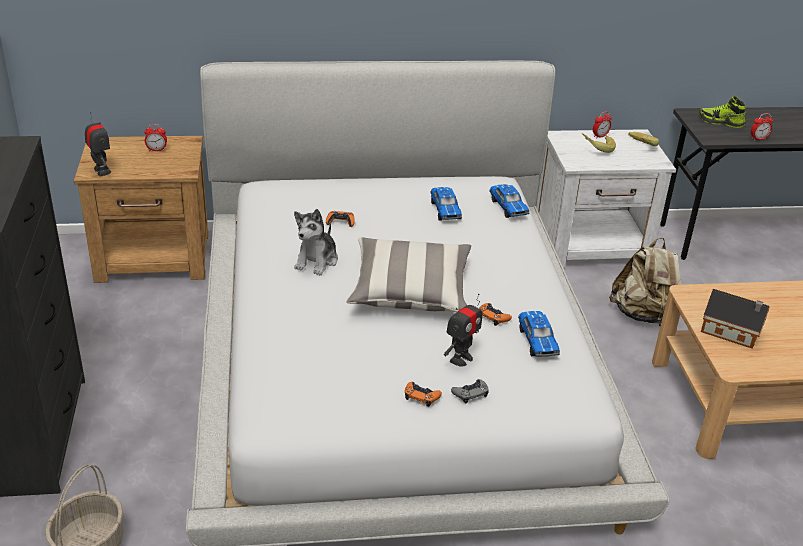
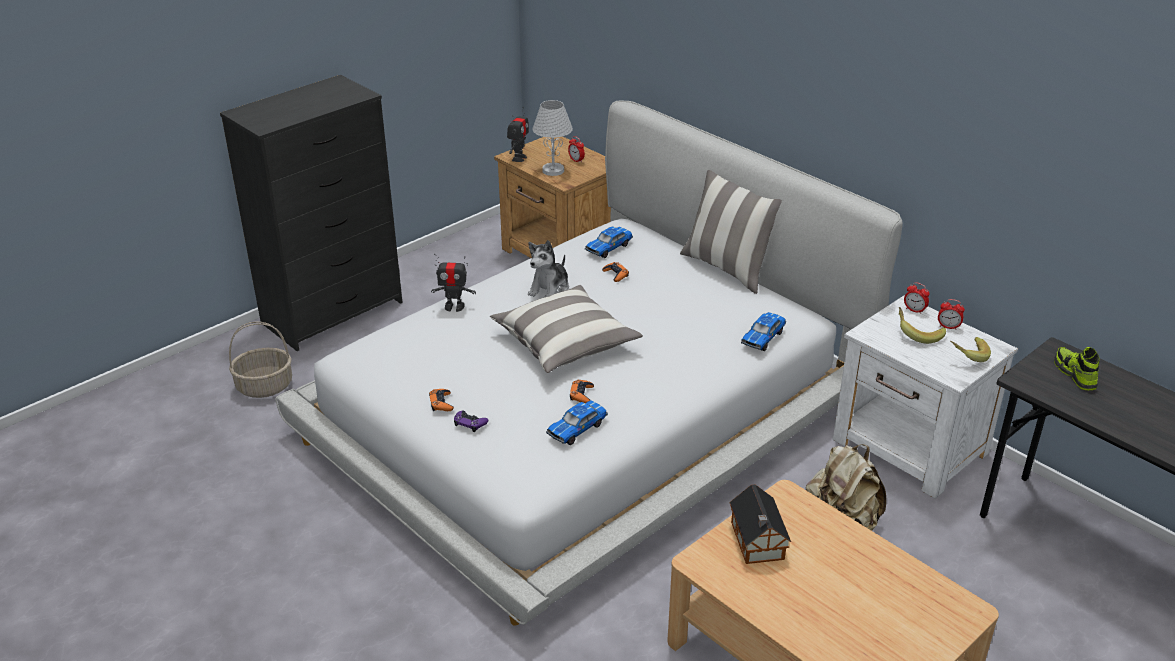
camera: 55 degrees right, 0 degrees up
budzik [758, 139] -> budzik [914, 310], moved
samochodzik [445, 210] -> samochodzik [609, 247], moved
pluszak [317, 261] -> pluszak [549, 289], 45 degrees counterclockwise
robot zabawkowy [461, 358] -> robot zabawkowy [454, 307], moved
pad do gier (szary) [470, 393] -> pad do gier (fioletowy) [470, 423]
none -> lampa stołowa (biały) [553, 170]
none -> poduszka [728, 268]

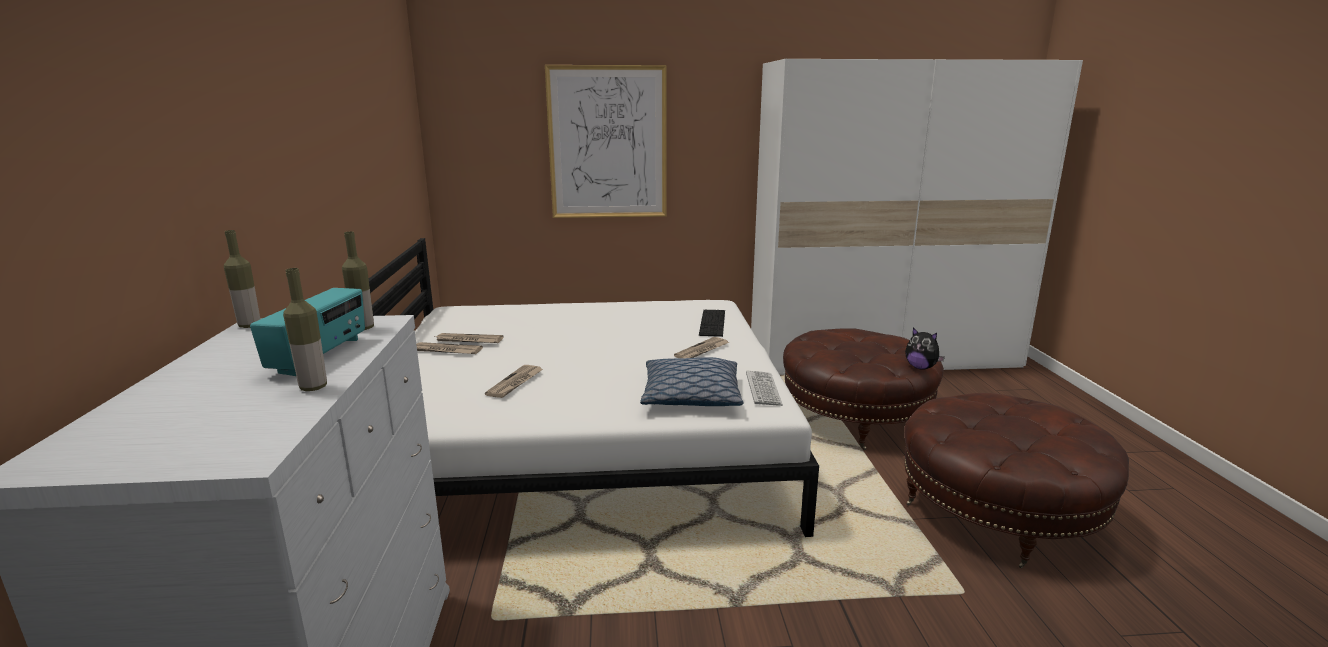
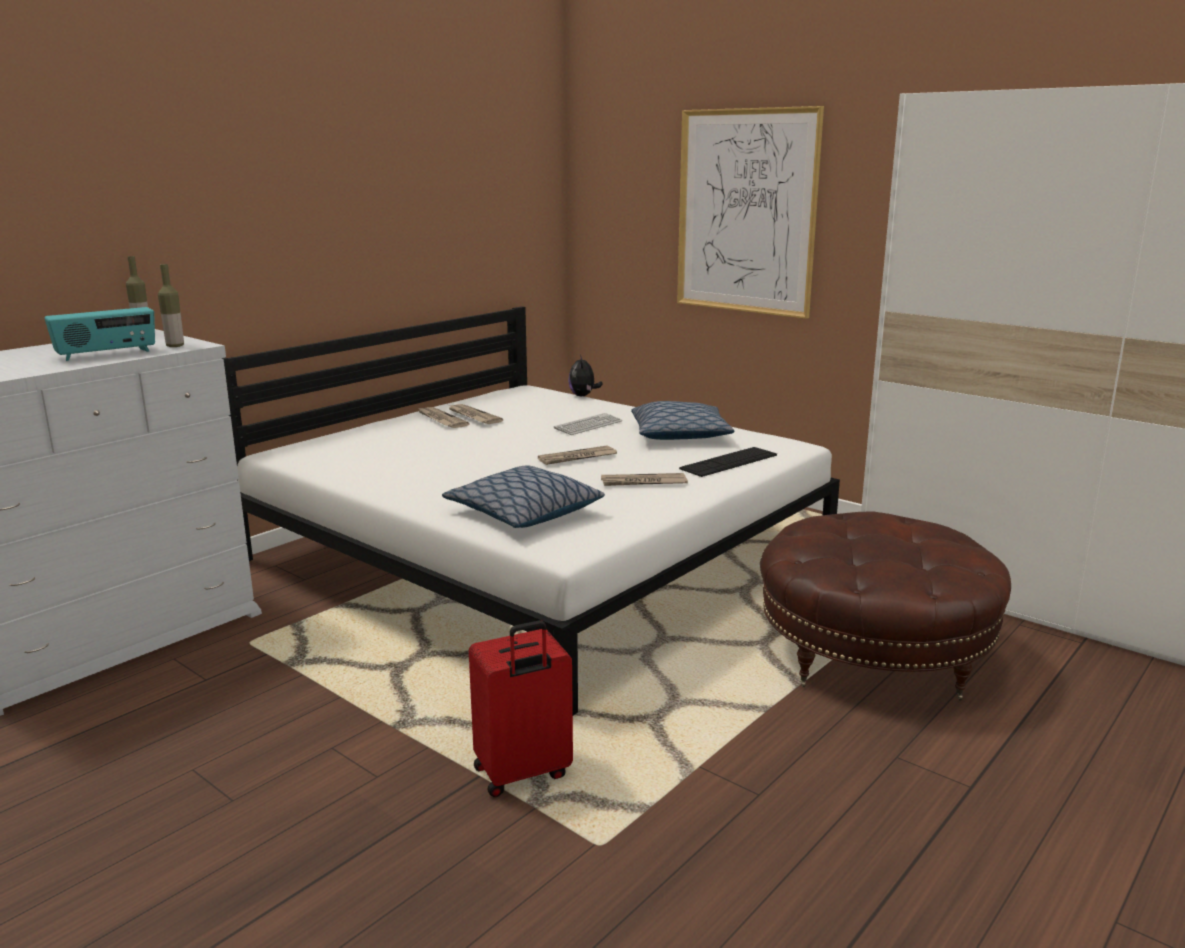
camera: 45 degrees right, 0 degrees up
butelka [313, 387] -> none
pluszak [921, 367] -> pluszak [583, 396], moved
gazeta [515, 383] -> gazeta [577, 458], moved
klawiatura [763, 389] -> klawiatura [588, 425], moved
pufa (brązowy) [997, 512] -> none
none -> poduszka [680, 435]
none -> walizka (czerwony) [522, 774]

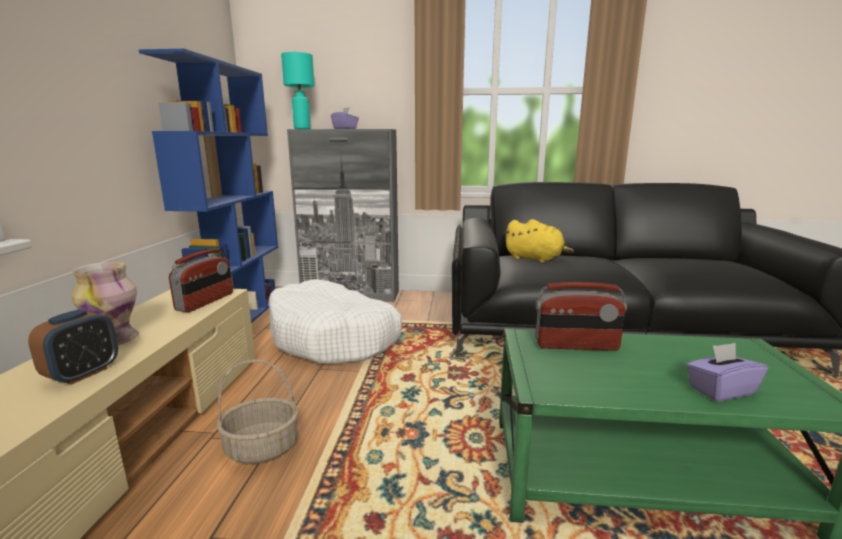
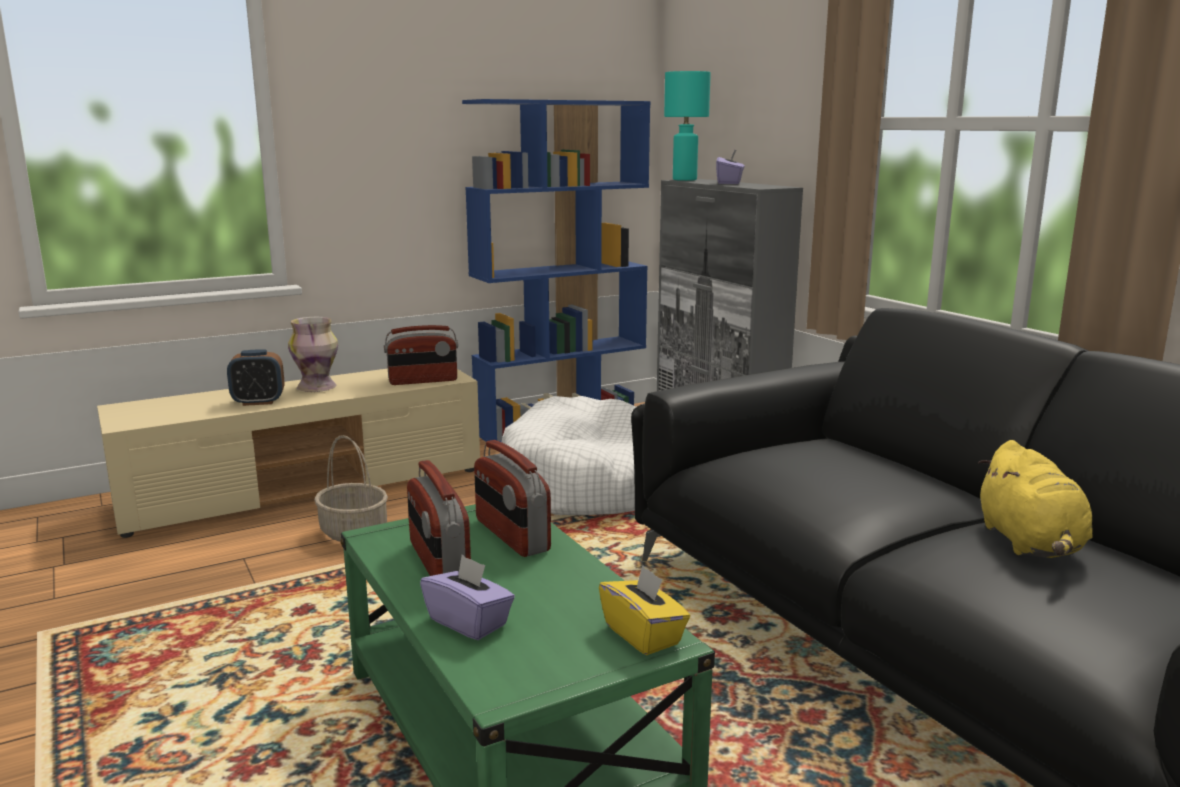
camera: 55 degrees right, 0 degrees up
pluszak (żółty) [535, 259] -> pluszak (żółty) [1030, 544], moved
none -> radio [438, 563]
none -> pudełko chusteczek (żółty) [643, 634]

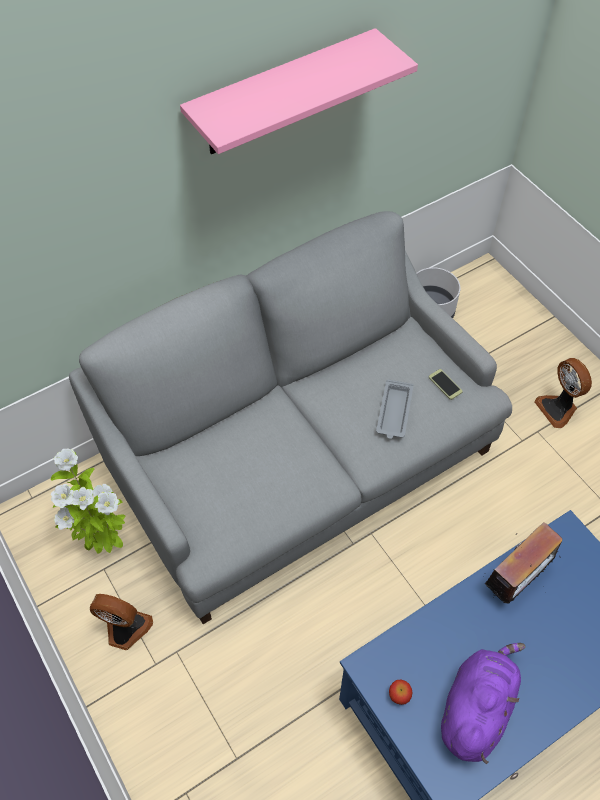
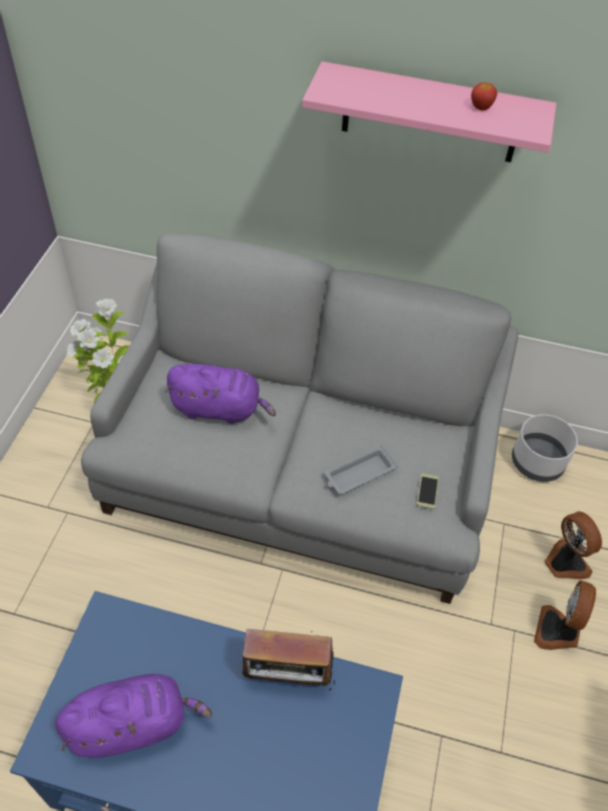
camera: 45 degrees right, 5 degrees down
wentylator [125, 629] -> wentylator [564, 563], moved
jabłko [399, 695] -> jabłko [481, 107], moved
none -> pluszak (fioletowy) [219, 409]

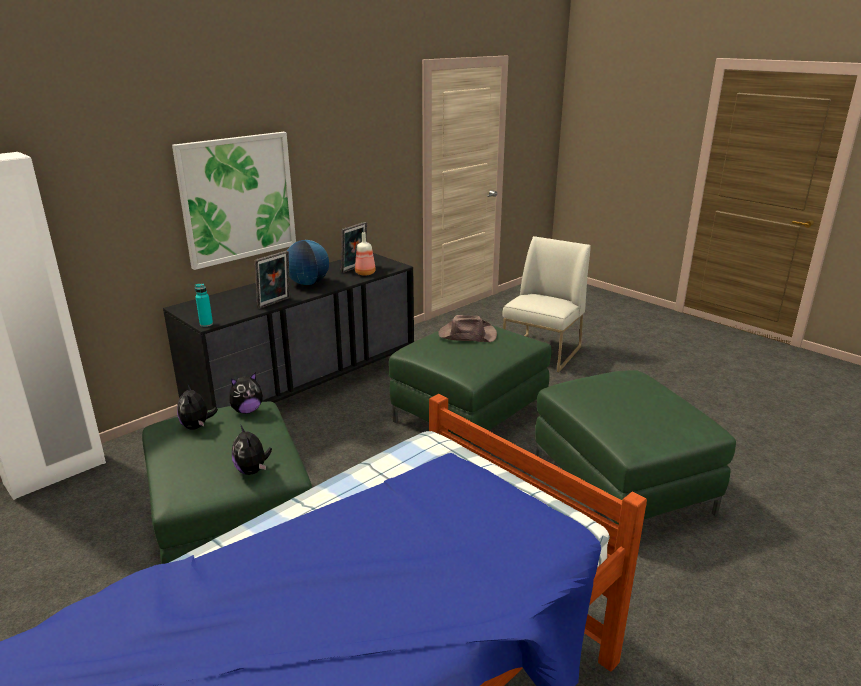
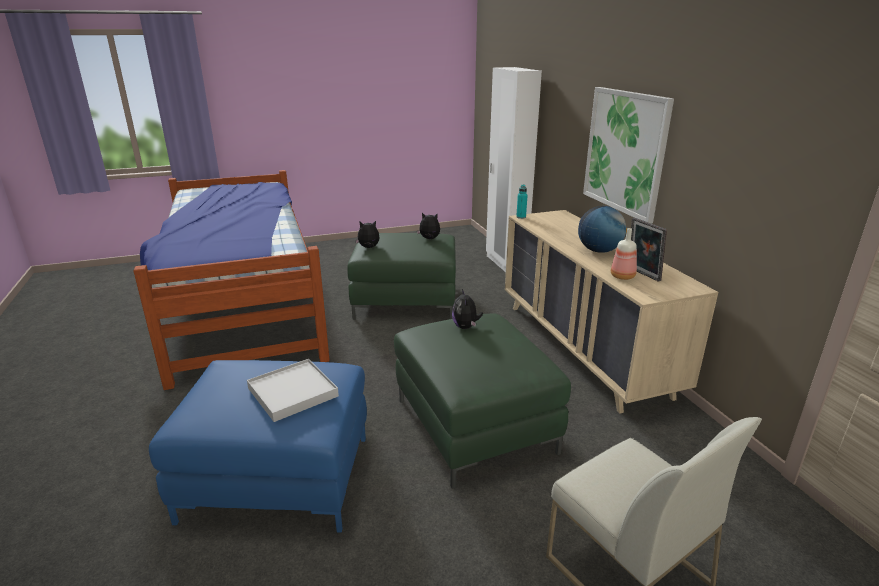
camera: 115 degrees right, 0 degrees up
ramka na zdjęcie [275, 303] -> none
komoda (czarny) [307, 387] -> komoda (beżowy) [583, 348]
kapelusz (brązowy) [466, 335] -> none
pufa (zielony) [621, 486] -> pufa (niebieski) [278, 478]
pluszak [247, 410] -> pluszak [466, 327], moved
none -> taca (biały) [292, 392]

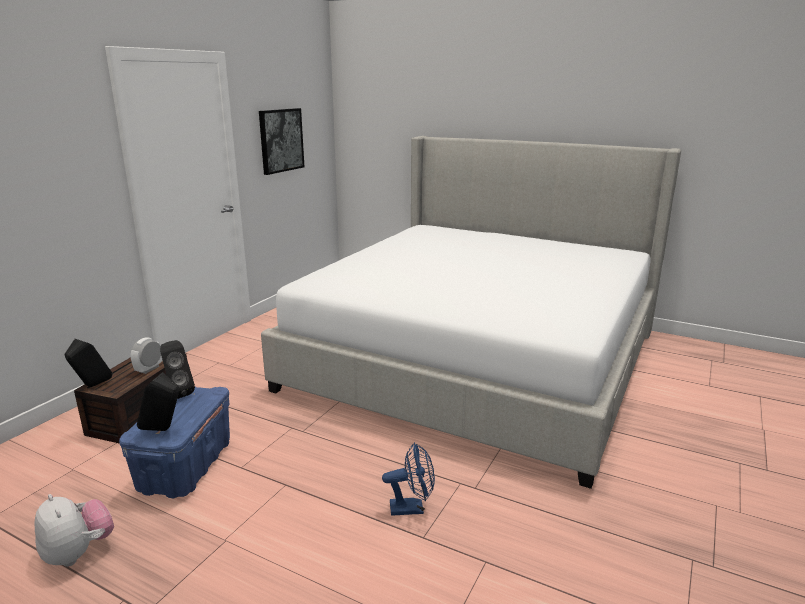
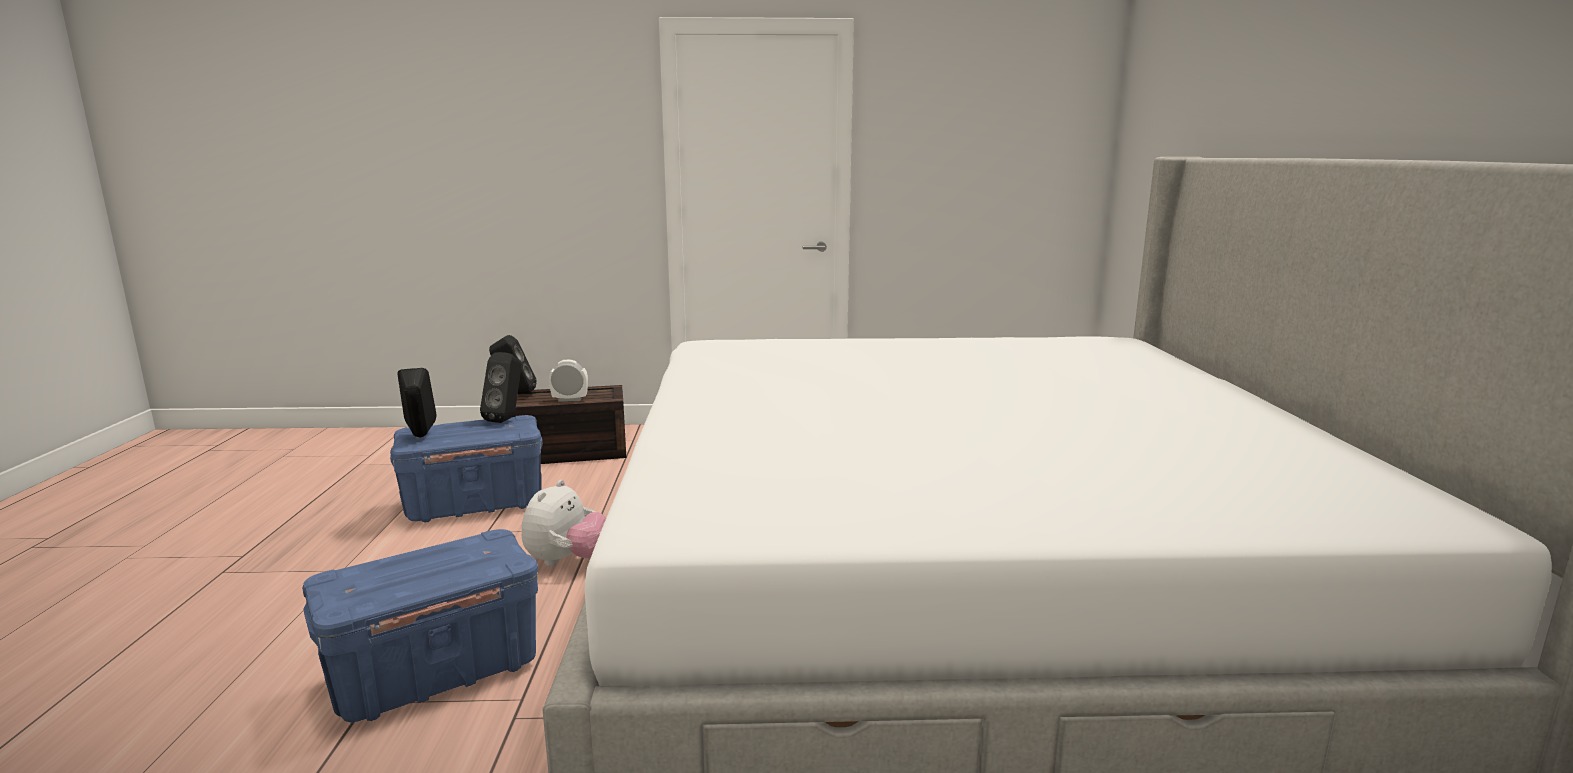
camera: 60 degrees right, 5 degrees down
obraz [281, 140] -> none
wentylator (niebieski) [412, 508] -> pojemnik do przechowywania (niebieski) [437, 673]
pluszak [78, 553] -> pluszak [566, 561], moved

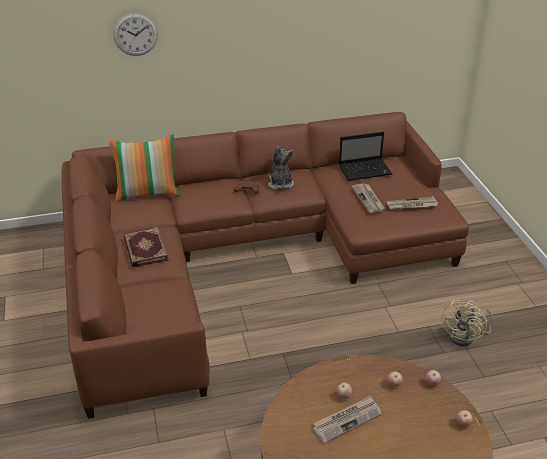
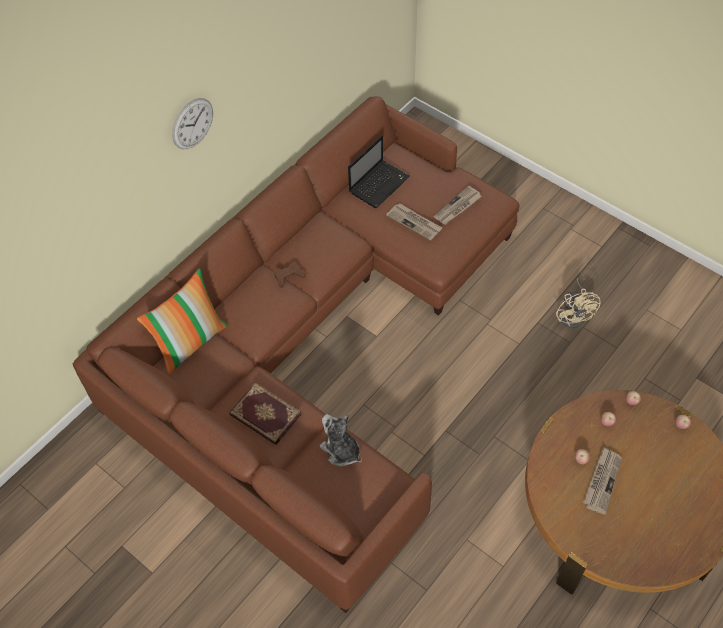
camera: 35 degrees left, 20 degrees up
zegar ścienny [135, 34] -> zegar ścienny [192, 123], moved
pluszak [280, 183] -> pluszak [341, 450], moved

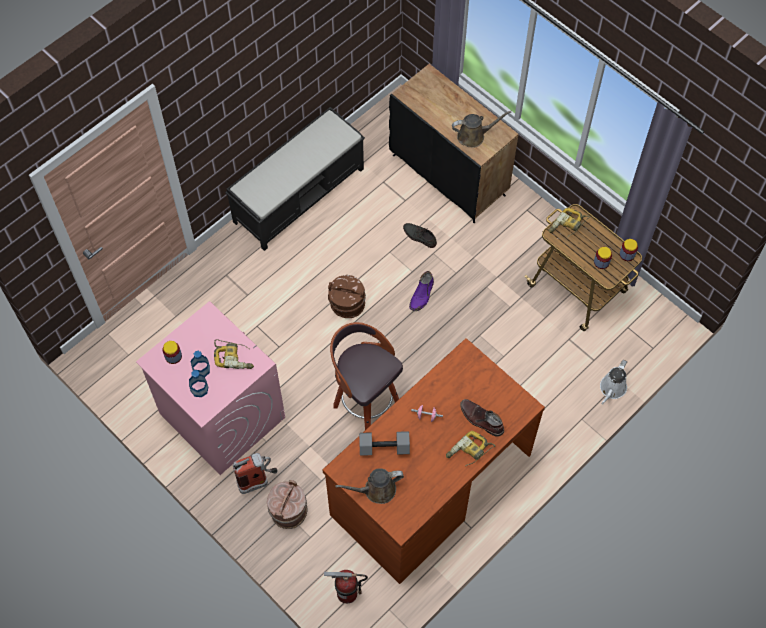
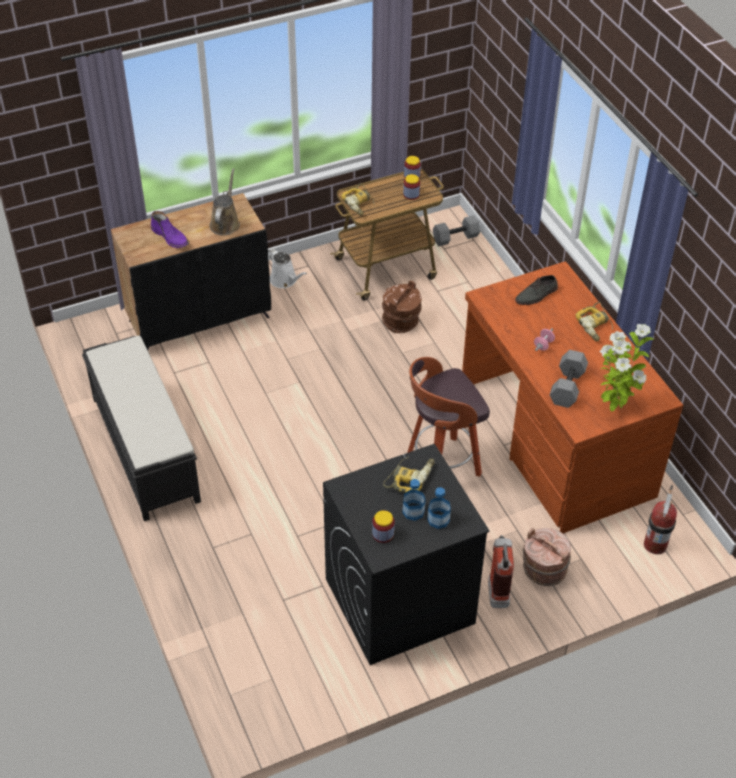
camera: 70 degrees left, 15 degrees down
but (szary) [419, 236] -> but (szary) [536, 295], moved
but z cholewką (fioletowy) [422, 295] -> but z cholewką (fioletowy) [170, 237], moved
wiadro (brązowy) [347, 305] -> wiadro (brązowy) [401, 322], moved
pralka (różowy) [221, 415] -> pralka (czarny) [398, 601]
konewka (biały) [612, 389] -> konewka (biały) [285, 280], moved
but z cholewką (brązowy) [481, 419] -> none
konewka (brązowy) [376, 490] -> roślina doniczkowa [614, 406]
none -> hantel (szary) [455, 238]

